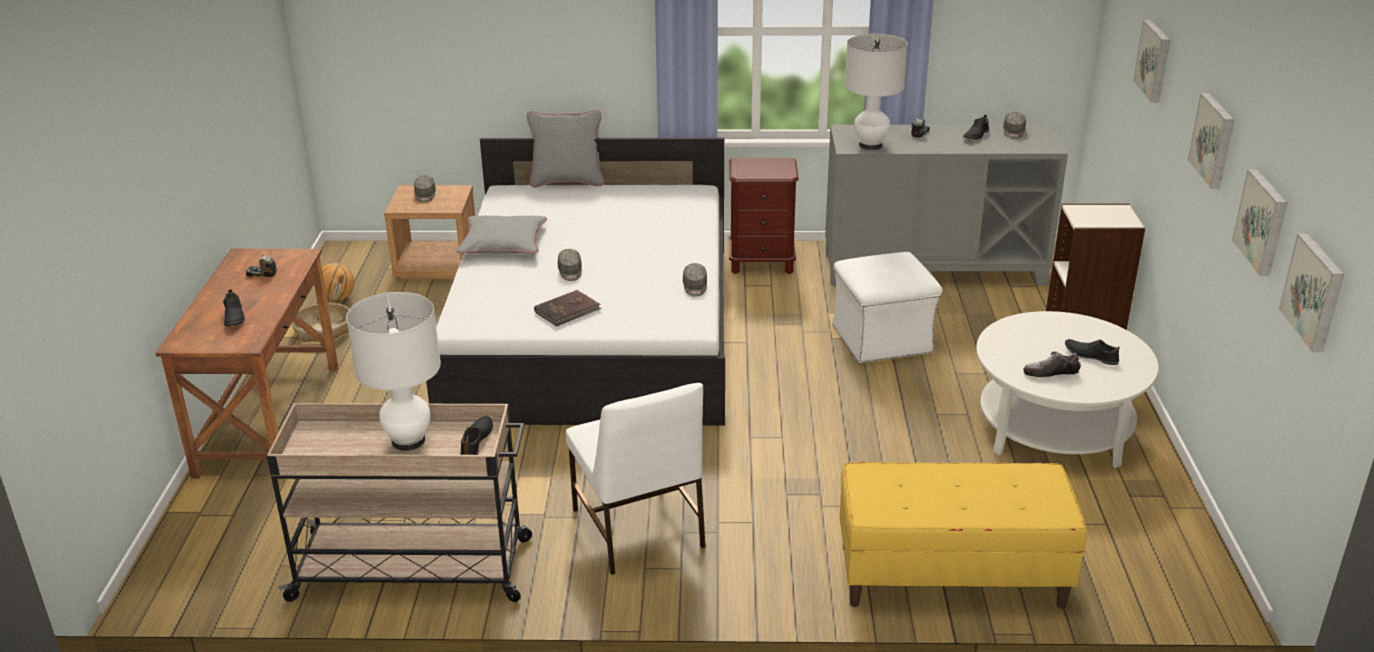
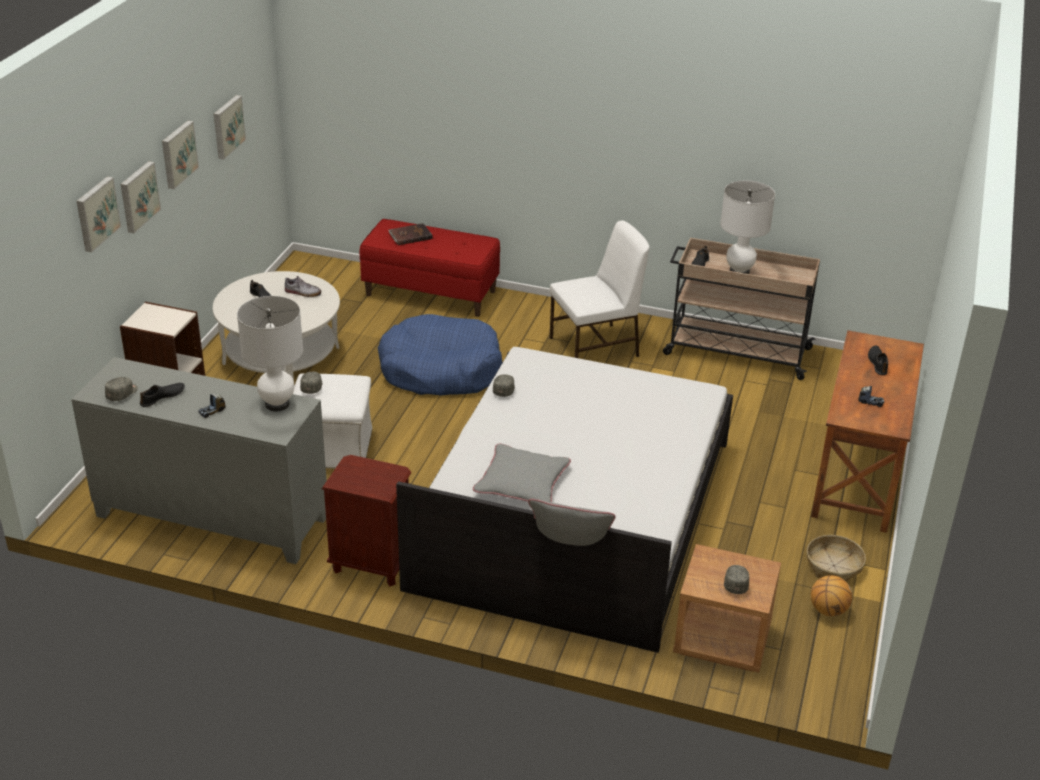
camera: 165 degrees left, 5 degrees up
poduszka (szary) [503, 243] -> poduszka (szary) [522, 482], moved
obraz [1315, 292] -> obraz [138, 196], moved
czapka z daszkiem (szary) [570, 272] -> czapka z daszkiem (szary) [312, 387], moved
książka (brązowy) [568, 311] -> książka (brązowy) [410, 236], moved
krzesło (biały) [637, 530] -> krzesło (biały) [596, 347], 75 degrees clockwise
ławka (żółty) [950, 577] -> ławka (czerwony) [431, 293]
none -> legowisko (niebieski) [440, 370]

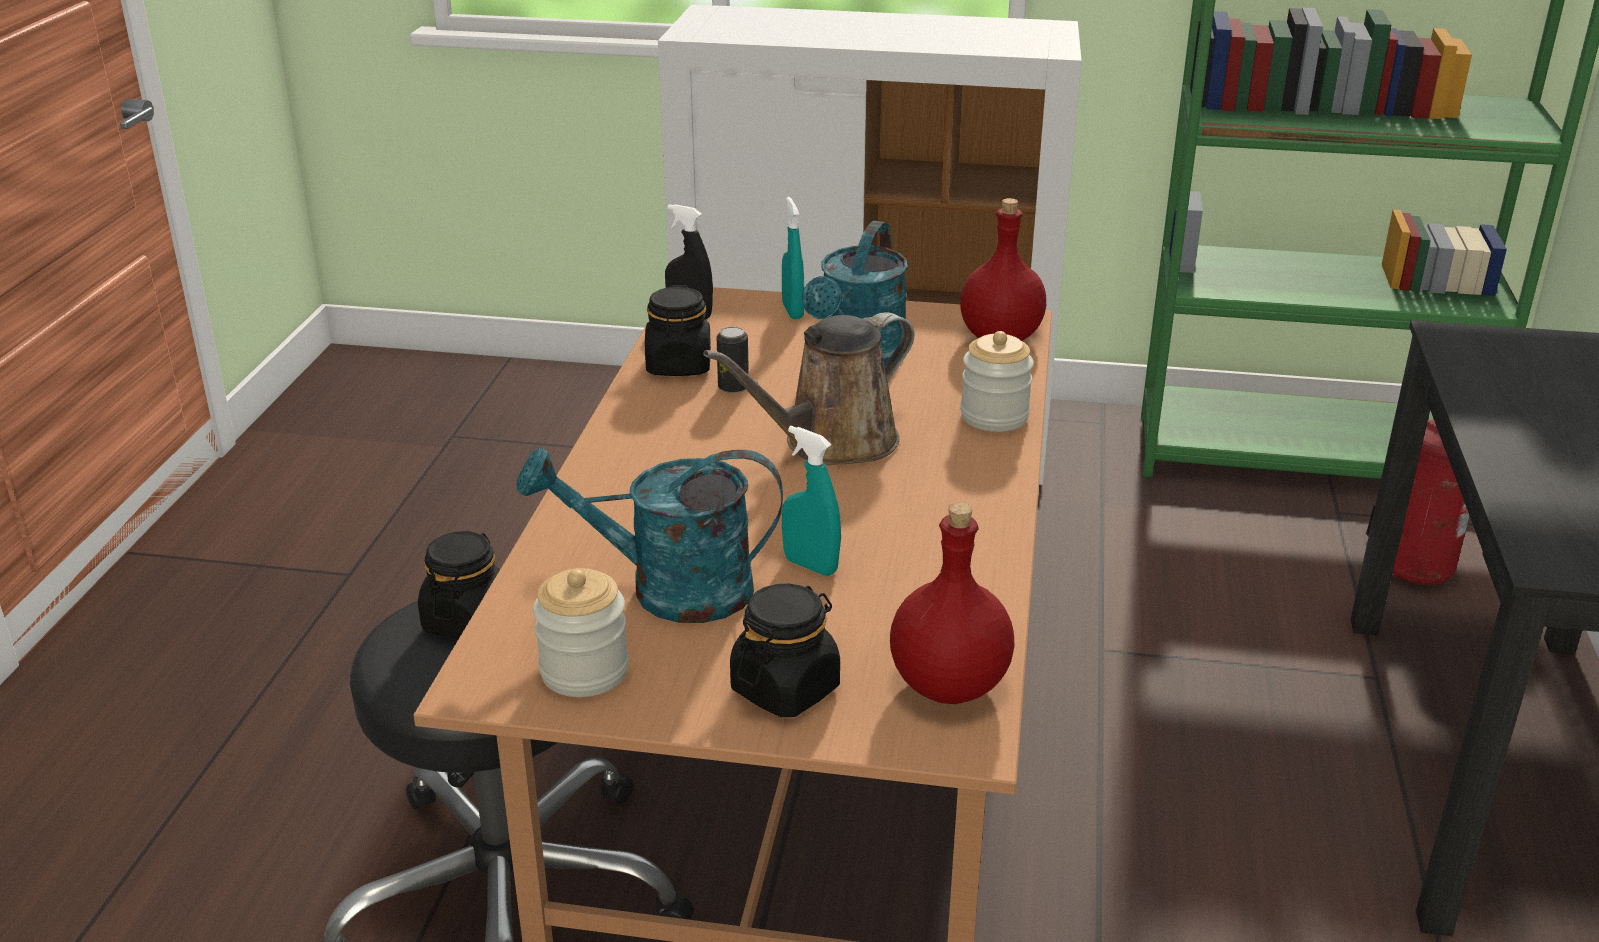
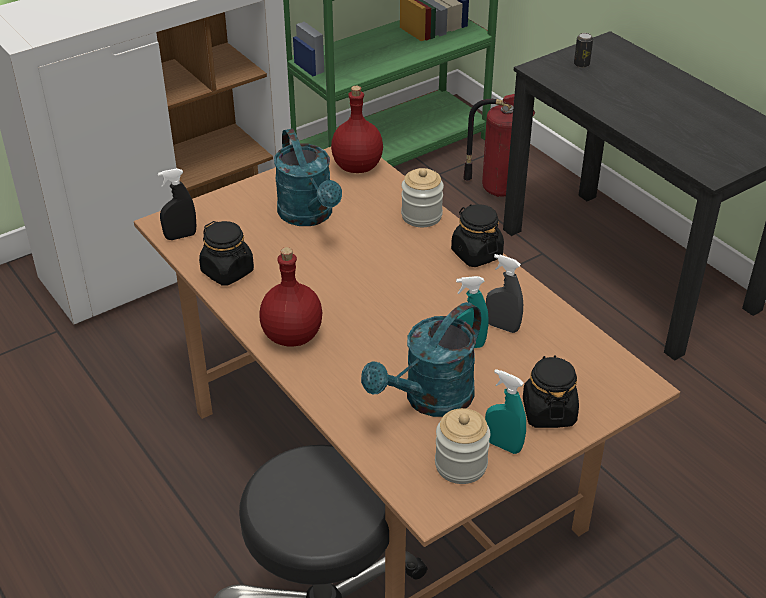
camera: 45 degrees left, 10 degrees up
spryskiwacz (turkusowy) [792, 311] -> spryskiwacz (turkusowy) [503, 445], moved
konewka (brązowy) [831, 443] -> none
puszka [733, 387] -> puszka [581, 64], moved
butelka (czerwony) [951, 685] -> butelka (czerwony) [293, 335], moved
słoik (czarny) [467, 620] -> słoik (czarny) [476, 254], moved
none -> spryskiwacz (szary) [502, 326]

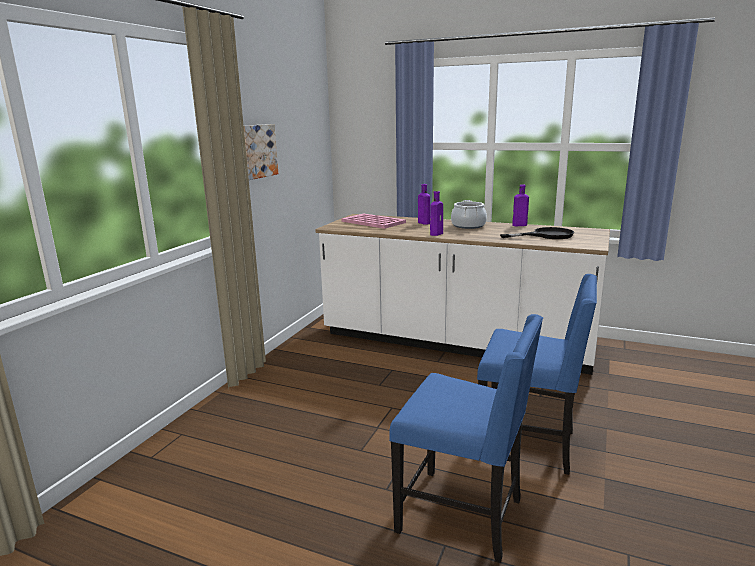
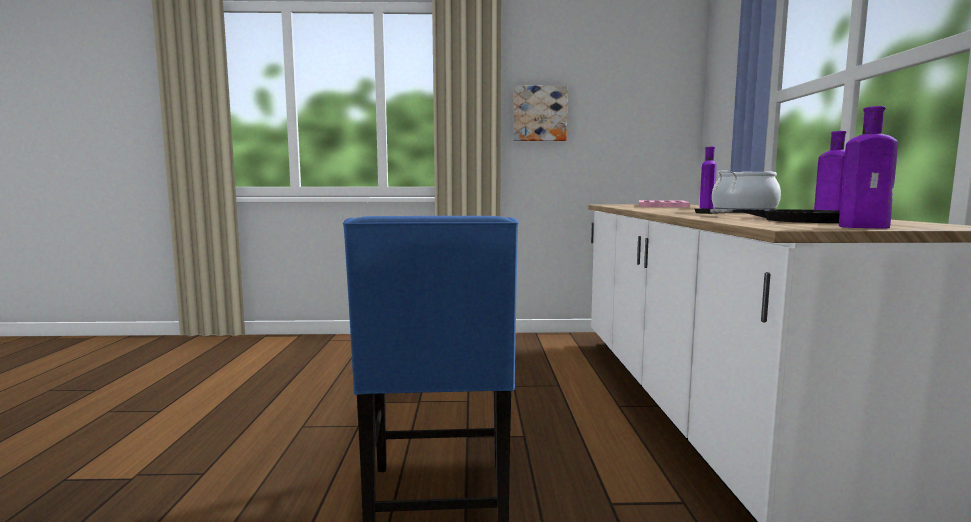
camera: 65 degrees right, 10 degrees down
butelka (fioletowy) [437, 234] -> butelka (fioletowy) [867, 227], moved
krzesło (niebieski) [463, 515] -> none

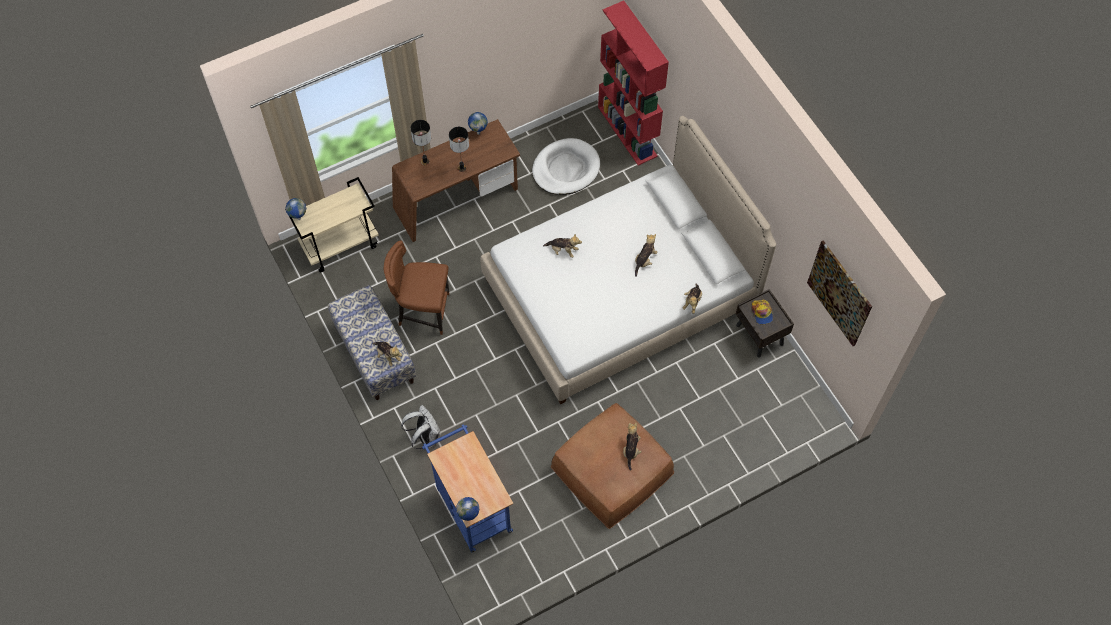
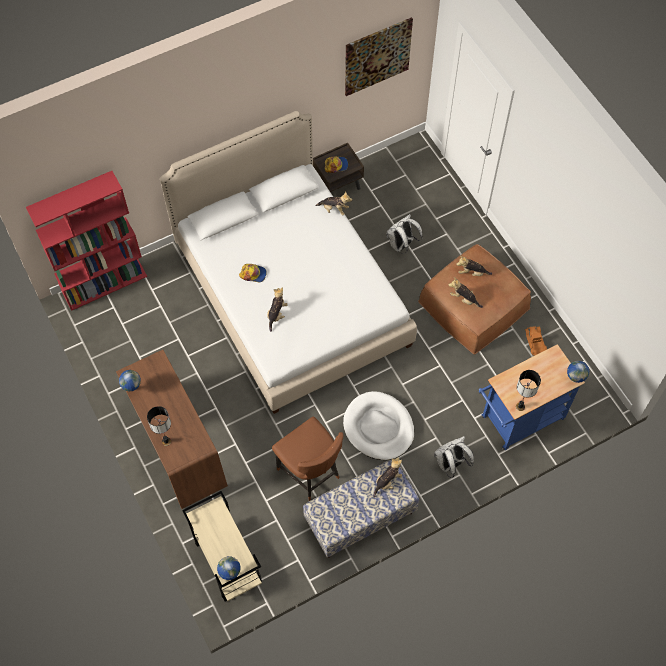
camera: 90 degrees left, 0 degrees up
lampa stołowa [462, 168] -> lampa stołowa [520, 406], moved
legowisko (biały) [565, 169] -> legowisko (biały) [378, 427], moved
pluszak [644, 260] -> pluszak [464, 299], moved
krzesło (brązowy) [422, 311] -> krzesło (brązowy) [310, 473], 45 degrees counterclockwise
none -> plecak (biały) [401, 245]
none -> czapka z daszkiem [253, 274]
none -> ciężarówka zabawkowa [535, 343]

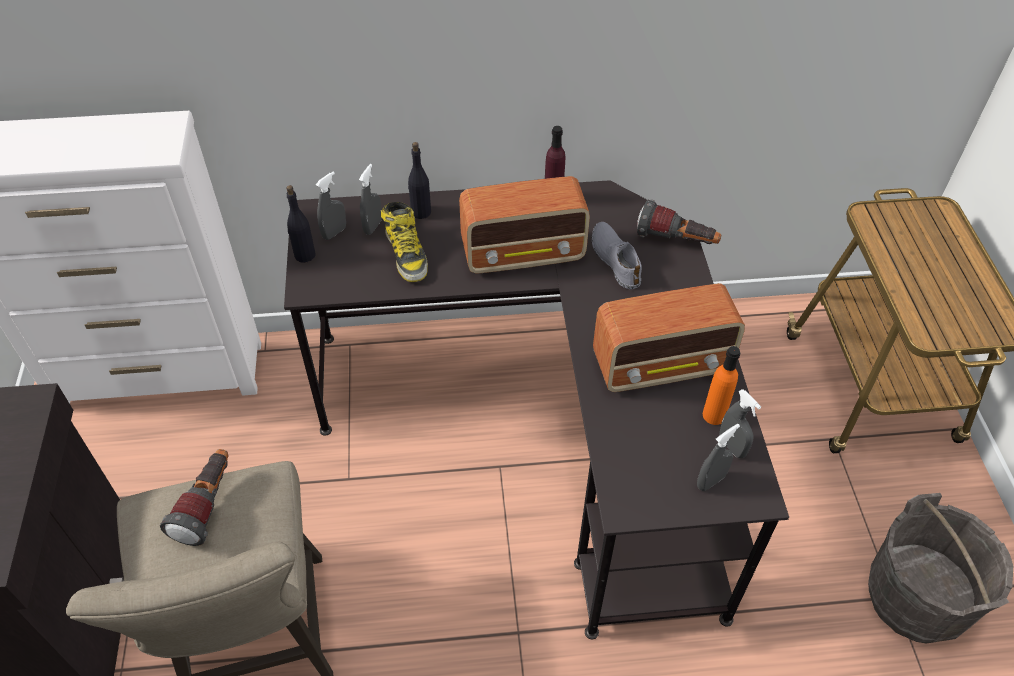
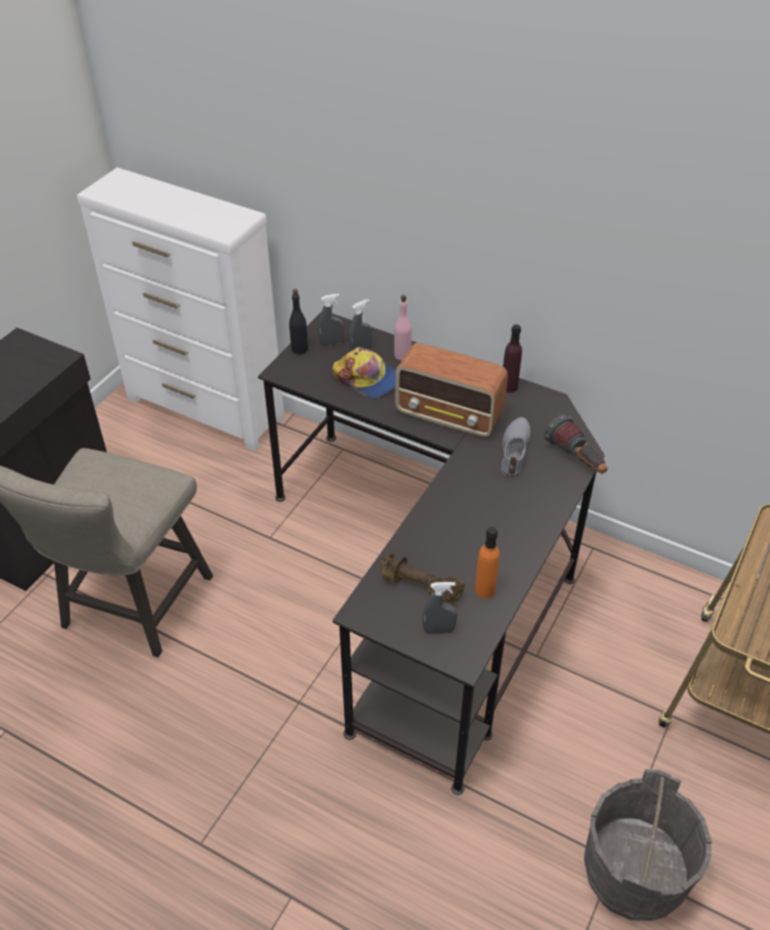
camera: 35 degrees right, 5 degrees down
butelka (czarny) [420, 212] -> butelka (różowy) [402, 355]
but z cholewką [406, 254] -> czapka z daszkiem [367, 378]
radio [662, 365] -> none
spryskiwacz (szary) [731, 447] -> none
latarka [208, 505] -> none
none -> hantel (brązowy) [419, 587]

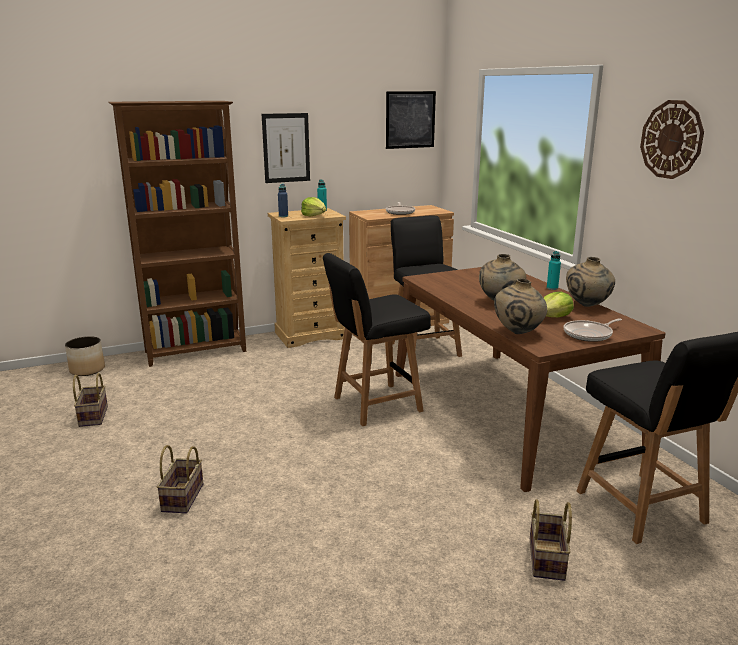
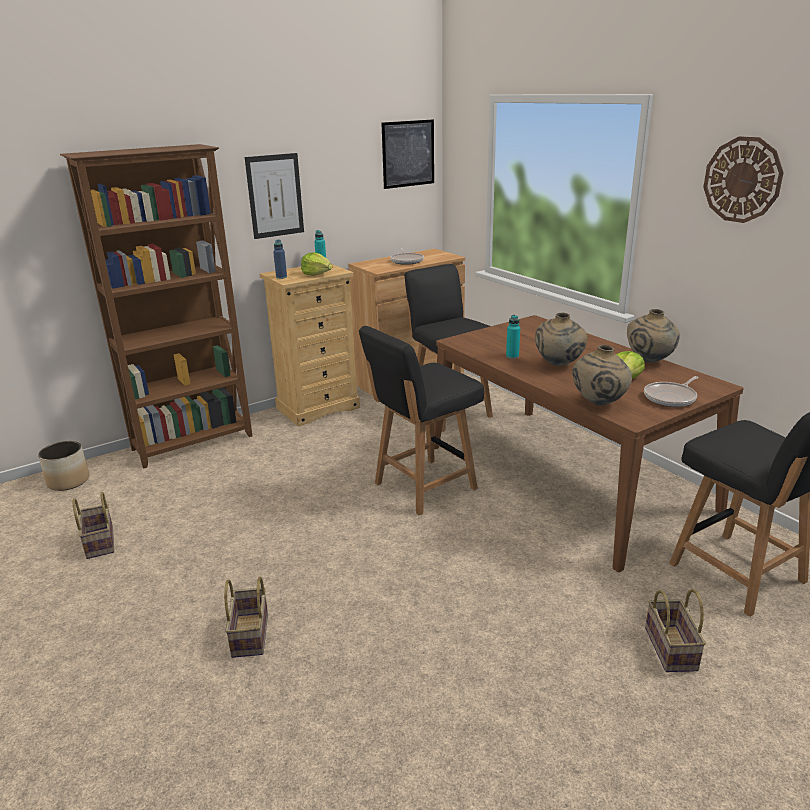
camera: 10 degrees left, 5 degrees up
butelka (turkusowy) [552, 288] -> butelka (turkusowy) [512, 356], moved

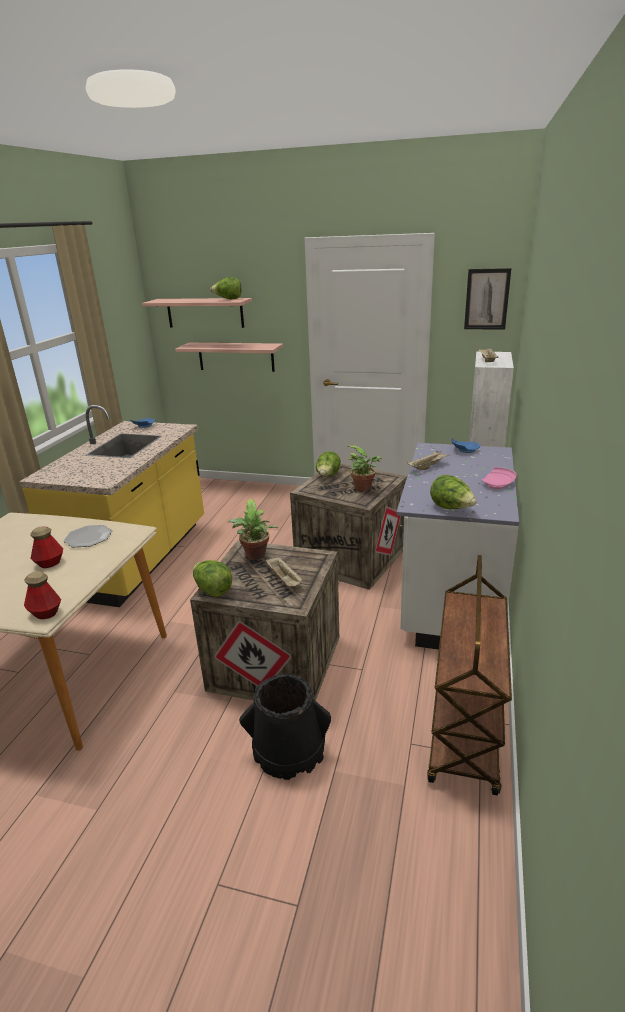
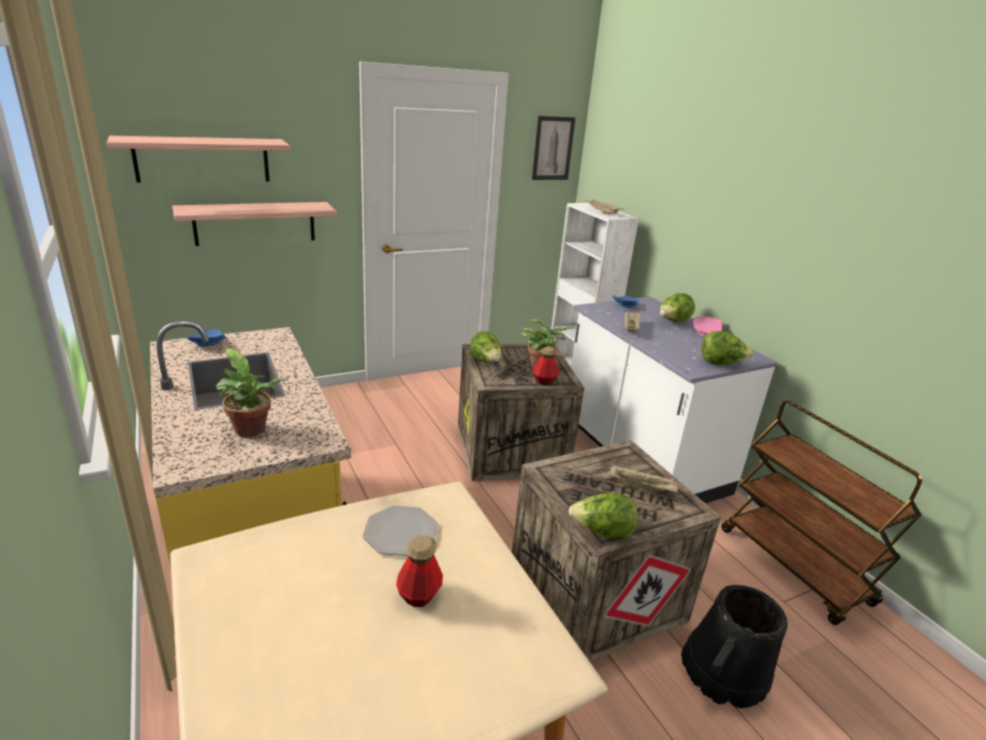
camera: 45 degrees left, 0 degrees up
sałata [228, 299] -> sałata [673, 322], moved
roślina doniczkowa [255, 556] -> roślina doniczkowa [252, 431], moved
butelka [45, 613] -> butelka [544, 381], moved

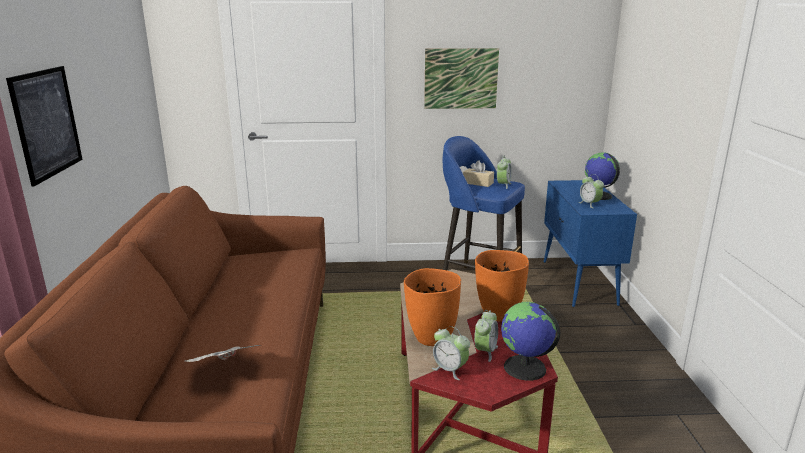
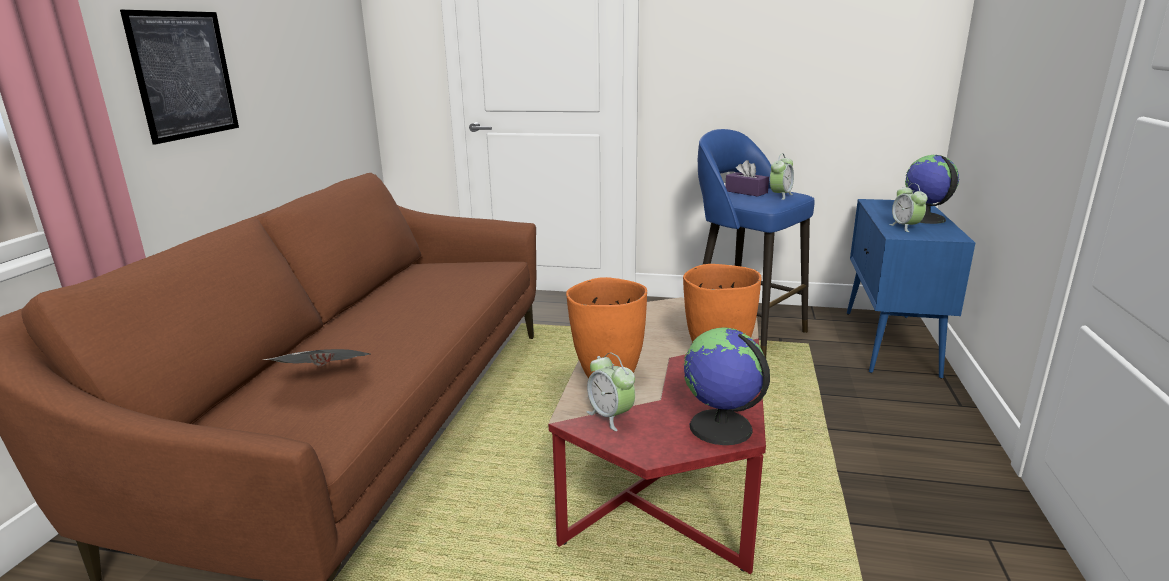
camera: 15 degrees right, 0 degrees up
obraz [461, 78] -> none
pudełko chusteczek (beżowy) [478, 183] -> pudełko chusteczek (fioletowy) [746, 192]
budzik [485, 351] -> none

